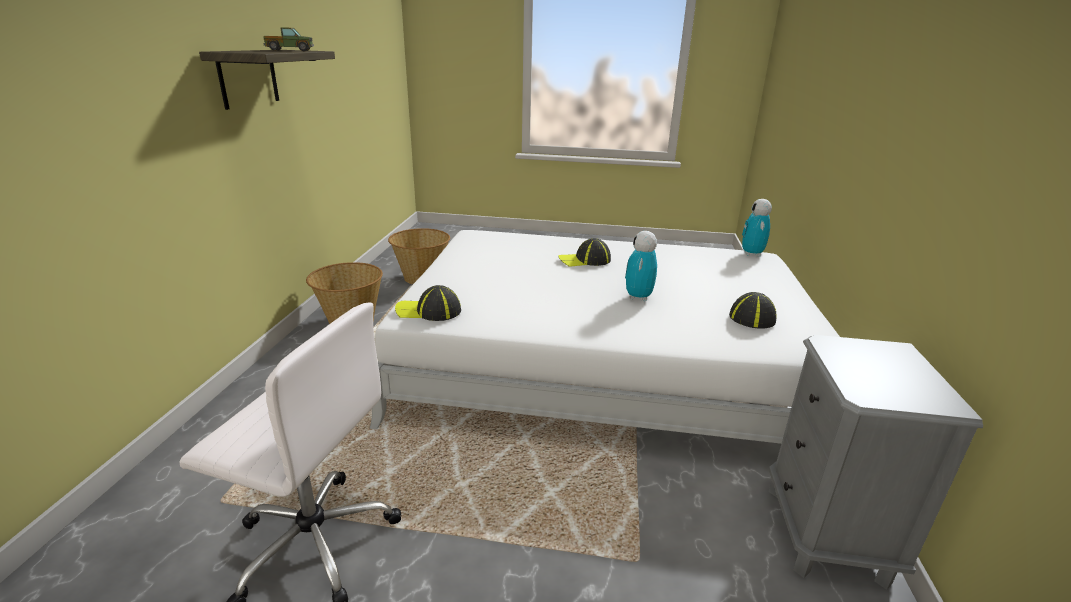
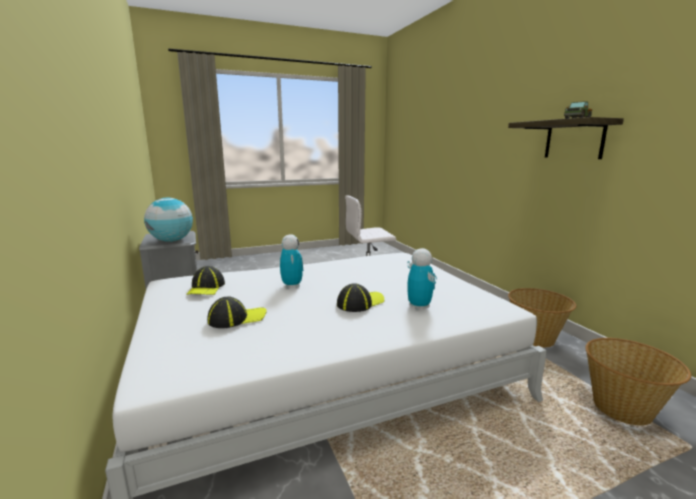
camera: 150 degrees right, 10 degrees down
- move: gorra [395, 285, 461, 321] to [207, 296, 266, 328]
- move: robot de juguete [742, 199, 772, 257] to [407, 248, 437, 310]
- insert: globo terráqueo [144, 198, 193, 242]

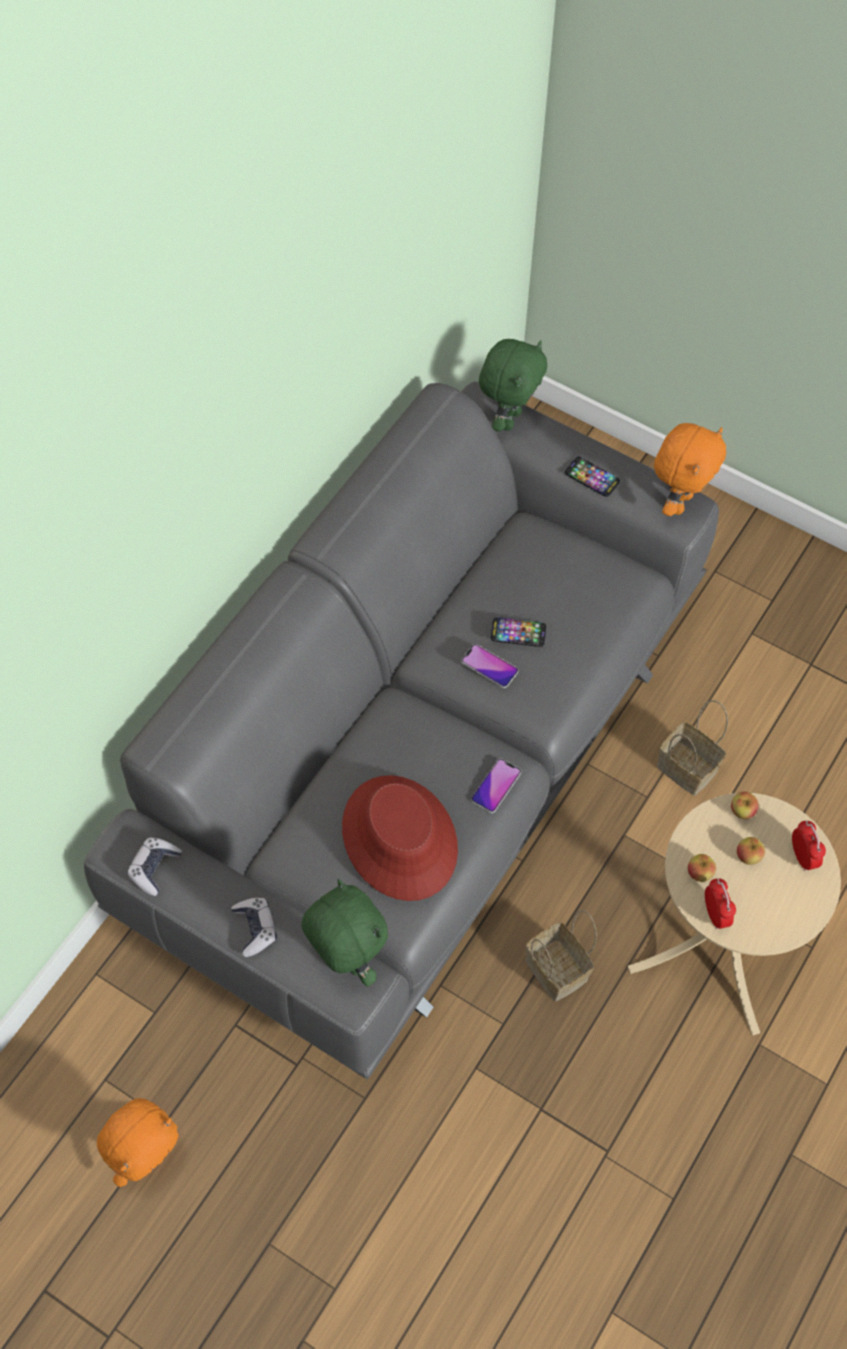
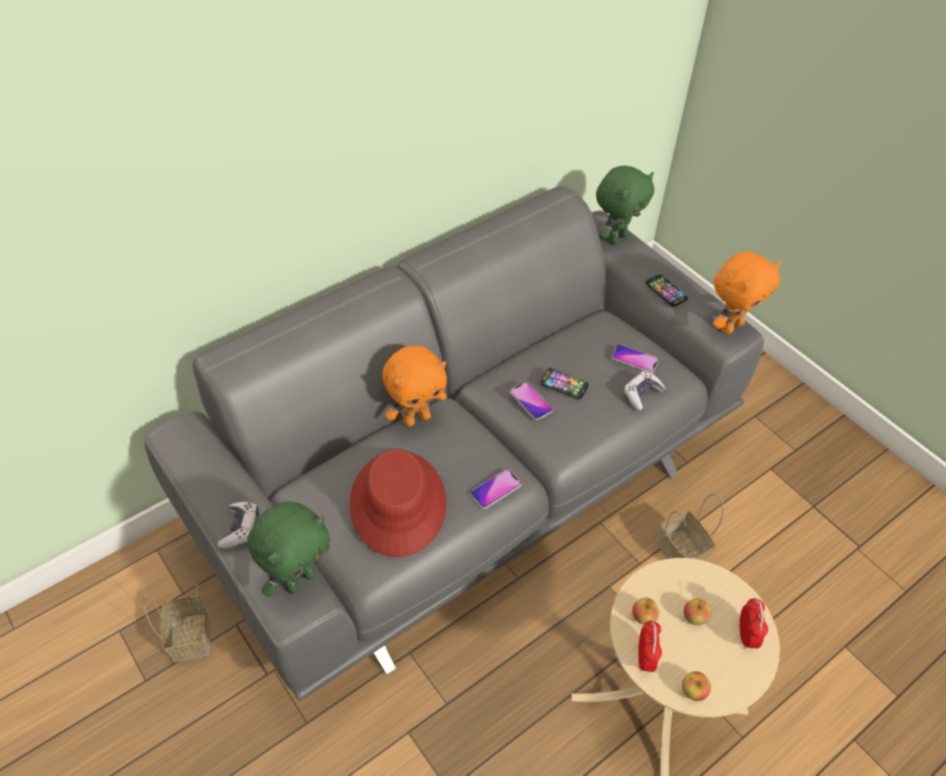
camera: 20 degrees right, 10 degrees down
- move: peluche [naranja] [97, 1098, 179, 1187] to [382, 346, 447, 427]
- move: mando de consola [127, 838, 182, 896] to [623, 371, 666, 411]
- rotate: peluche [verde] [301, 879, 388, 987] = [247, 501, 330, 597] 60 degrees clockwise
- move: cesta [526, 910, 597, 1001] to [143, 584, 210, 663]
- move: manzana [731, 791, 759, 819] to [682, 671, 711, 701]
- insert: móvil [612, 344, 659, 373]

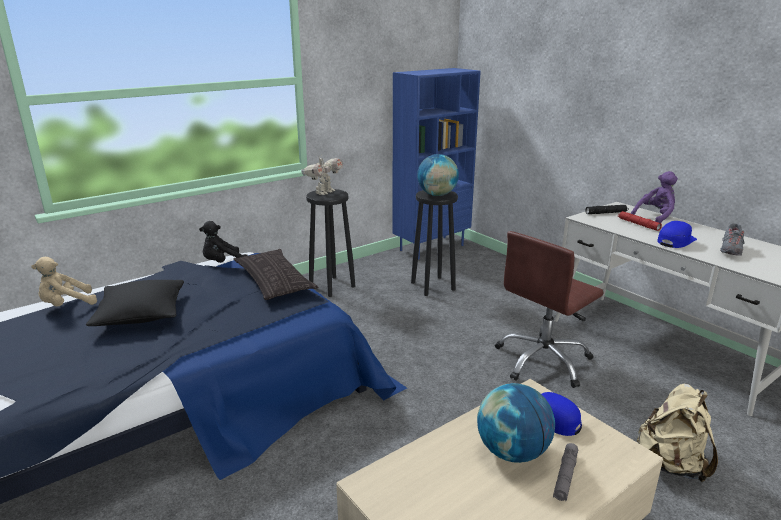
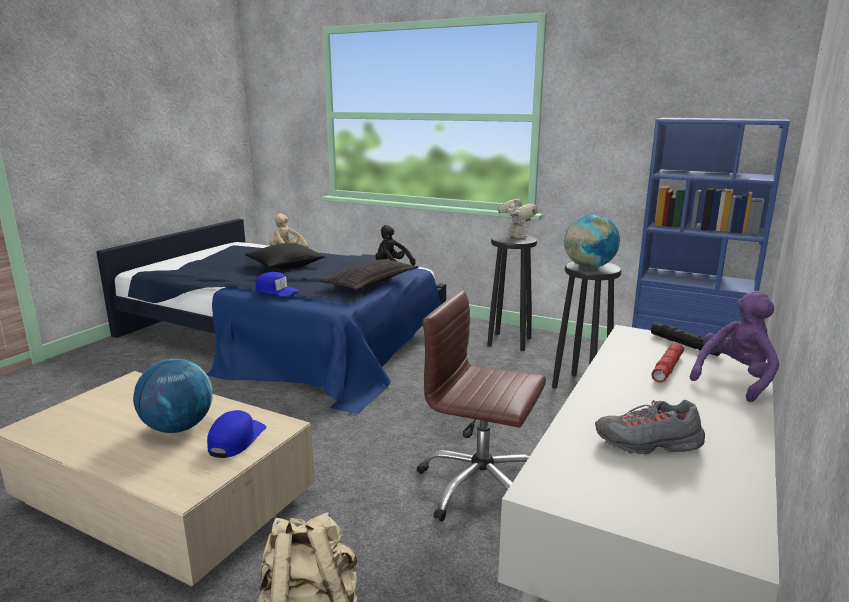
camera: 65 degrees right, 5 degrees down
- rotate: robot de juguete [301, 155, 343, 195] = [497, 196, 538, 239] 120 degrees counterclockwise
- delete: linterna [gris] [553, 443, 578, 501]
- rotate: peluche [morado] [631, 171, 678, 223] = [690, 291, 779, 402] 75 degrees counterclockwise
- move: gorra [azul] [657, 221, 697, 248] to [255, 272, 299, 296]

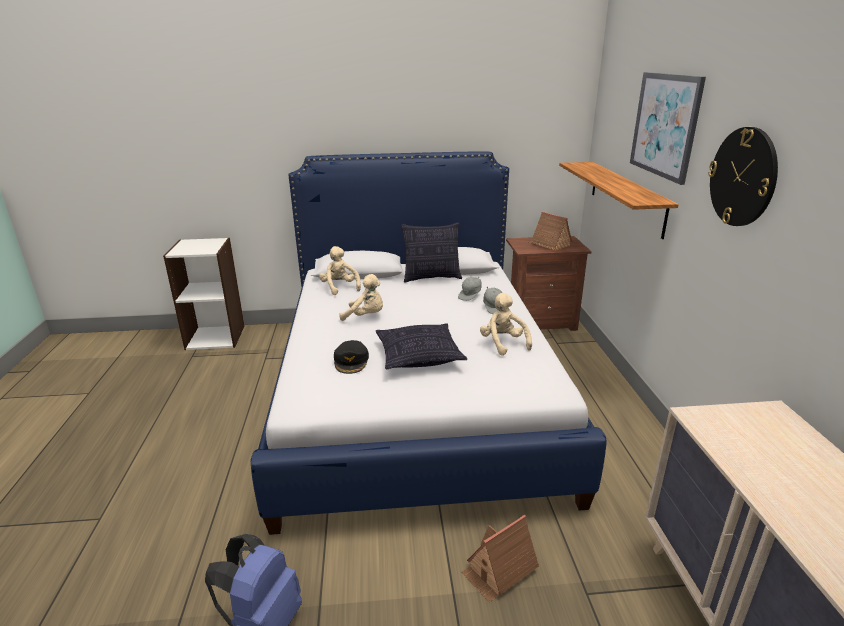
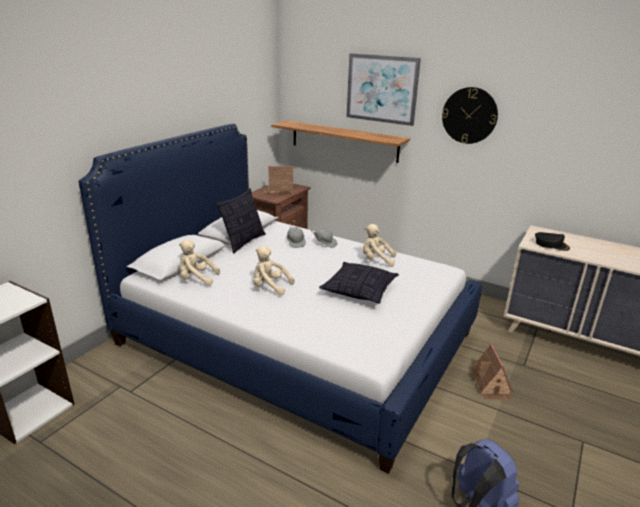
camera: 55 degrees left, 0 degrees up
- move: gorra [negro] [334, 340, 369, 374] to [535, 232, 570, 251]
- rotate: peluche [beis] [339, 274, 383, 321] = [254, 246, 294, 296] 120 degrees counterclockwise

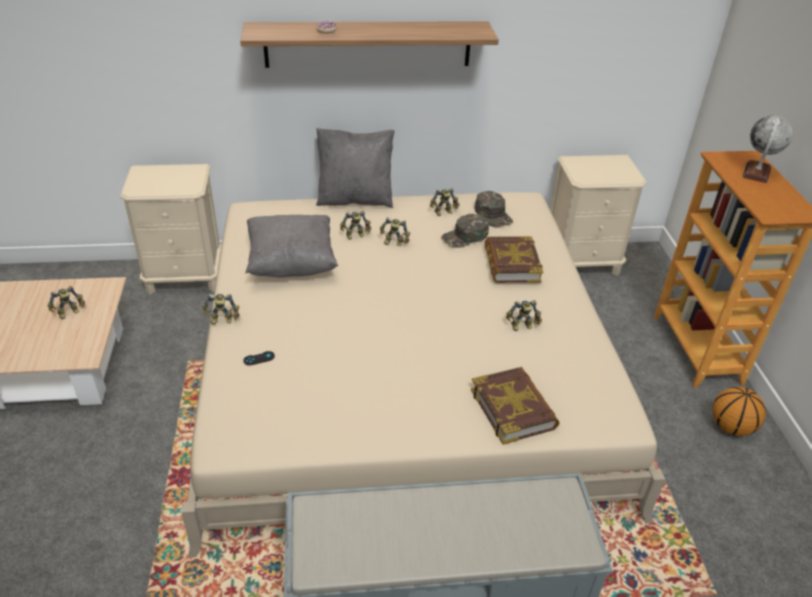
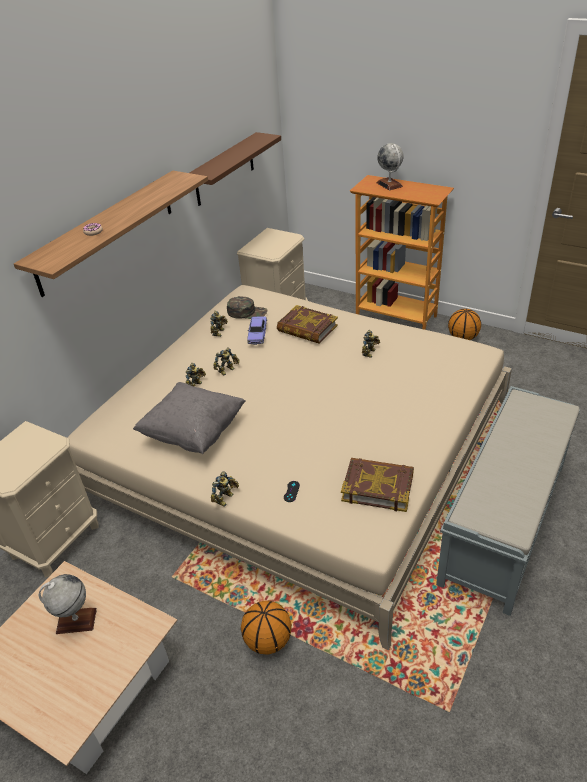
camera: 50 degrees left, 0 degrees up
- replace: robot de juguete [48, 286, 85, 319] to globo terráqueo [39, 574, 97, 634]
- delete: cojín [gris] [316, 128, 395, 208]
- replace: gorra [verde] [441, 214, 489, 248] to coche de juguete [247, 316, 267, 345]
- move: libro [471, 367, 559, 445] to [341, 458, 414, 512]
- insert: estante [marrón] [190, 132, 281, 206]
- insert: balón de baloncesto [241, 601, 292, 655]

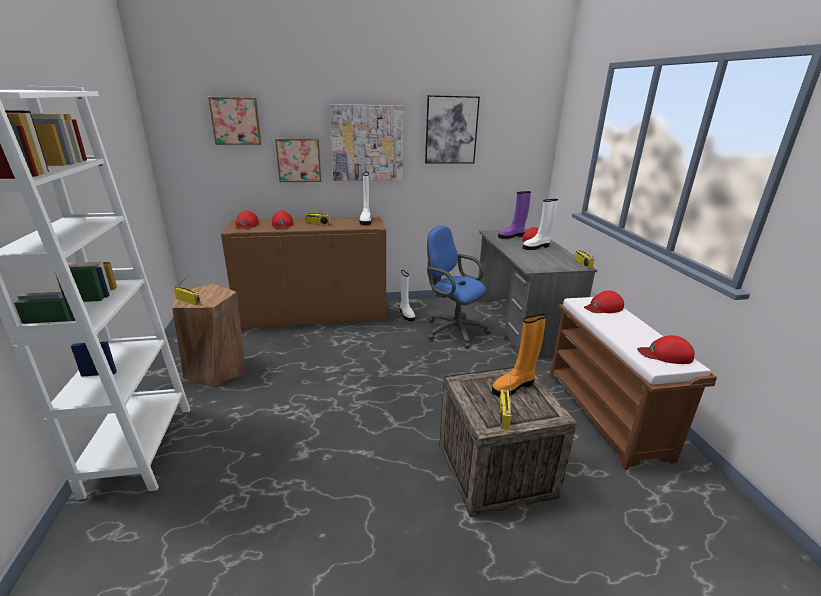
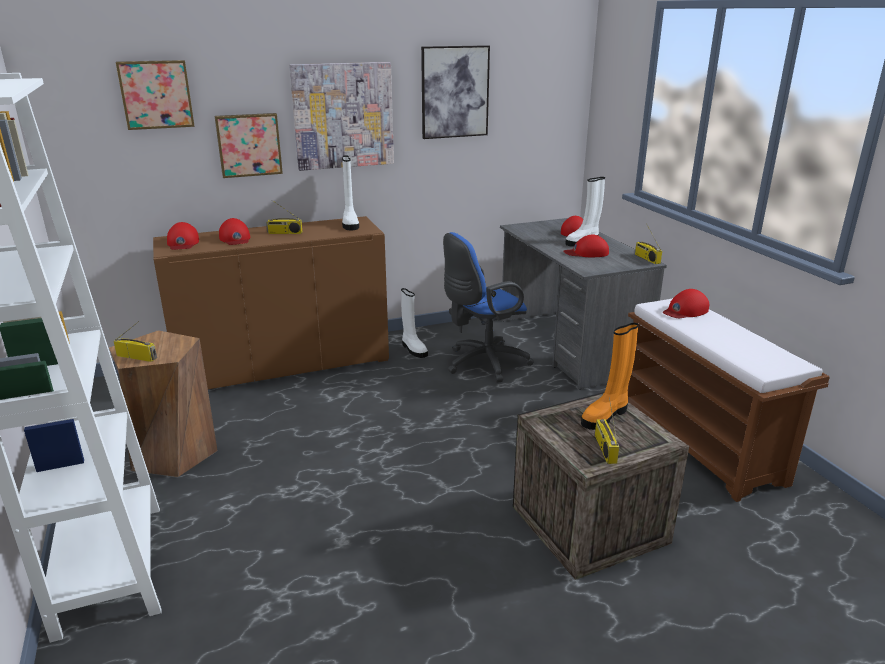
camera: 10 degrees left, 0 degrees up
- rotate: silla de oficina [azul] [427, 225, 491, 349] = [443, 232, 534, 383] 60 degrees counterclockwise
- delete: bota [morado] [498, 191, 531, 239]
- move: gorra [rojo] [637, 335, 695, 364] to [563, 235, 609, 257]

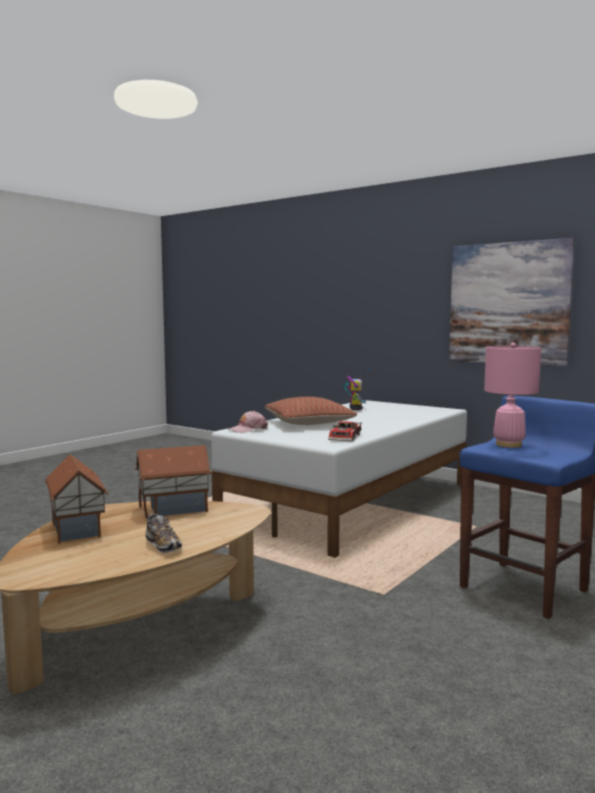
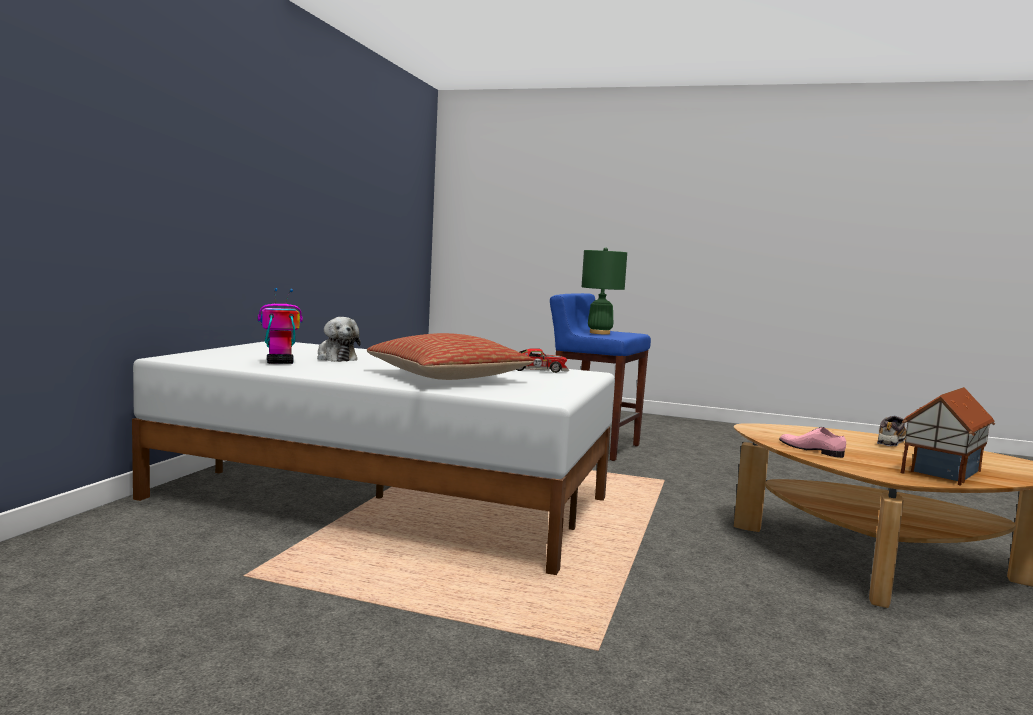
camera: 110 degrees left, 0 degrees up
- replace: casita [135, 445, 211, 519] to zapato [rosa] [779, 427, 846, 458]
- delete: gorra [rosa] [228, 411, 268, 433]
- delete: cuadro [449, 238, 575, 366]
- recolor: lámpara de mesa [rosa] [484, 343, 541, 448] to lámpara de mesa [verde] [582, 248, 627, 335]
- insert: peluche [317, 317, 361, 362]

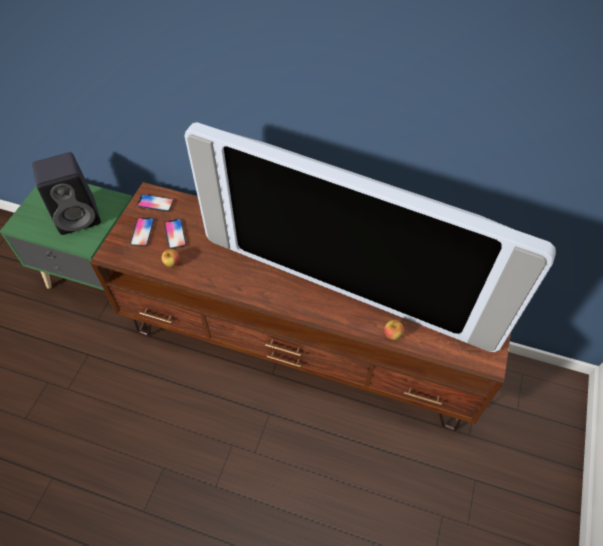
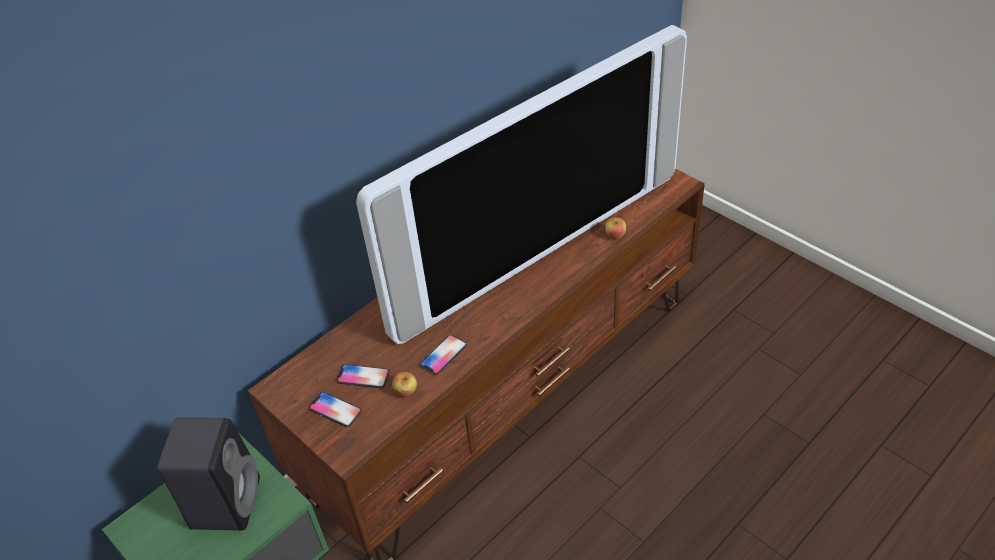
camera: 60 degrees left, 10 degrees down
- move: móvil [136, 194, 174, 212] to [420, 335, 467, 375]

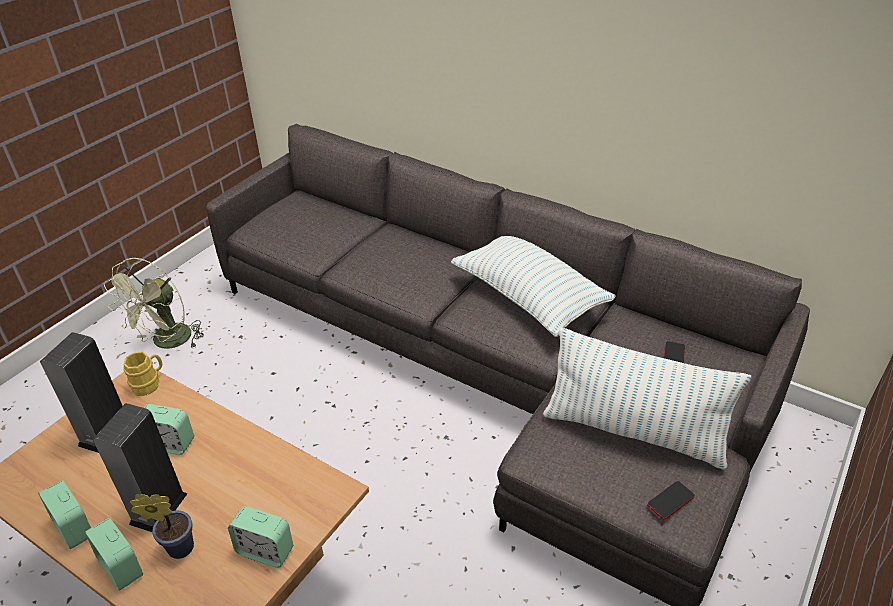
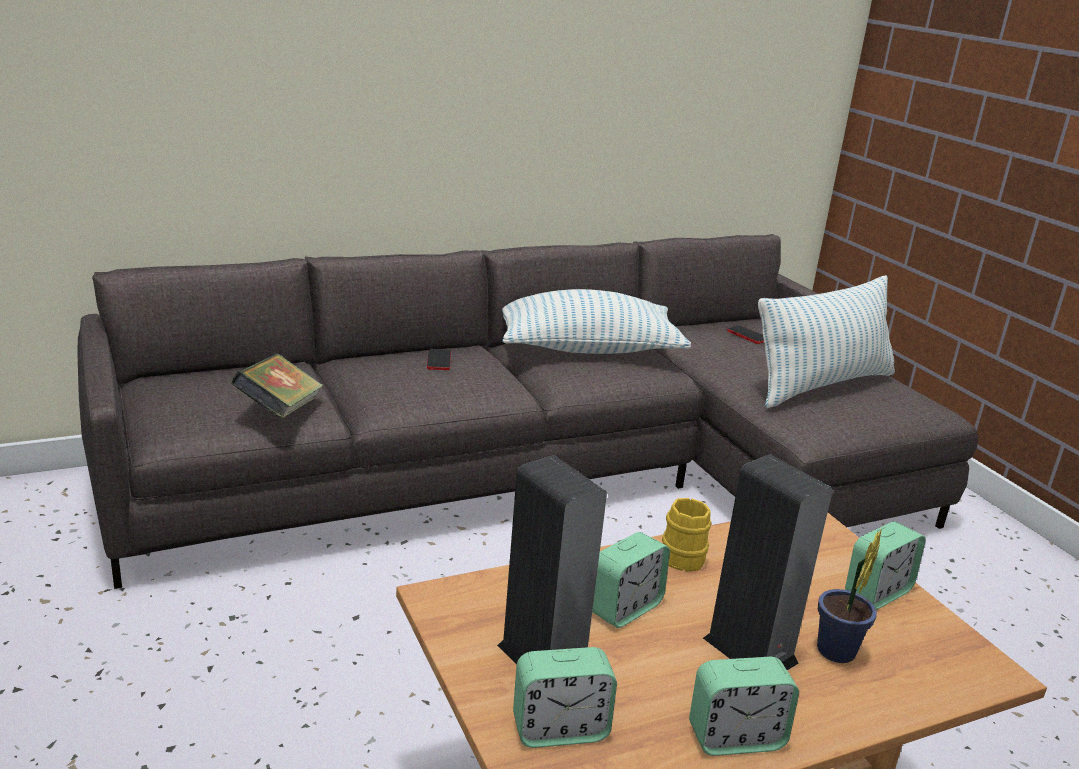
camera: 60 degrees left, 15 degrees down
- move: despertador [85, 518, 143, 591] to [513, 647, 617, 748]
- delete: ventilador [verde] [104, 258, 204, 349]
- move: taza grande [amarillo] [123, 352, 162, 396] to [662, 498, 712, 572]
- move: móvil [647, 481, 695, 520] to [427, 349, 451, 370]
- insert: libro [231, 354, 323, 419]

